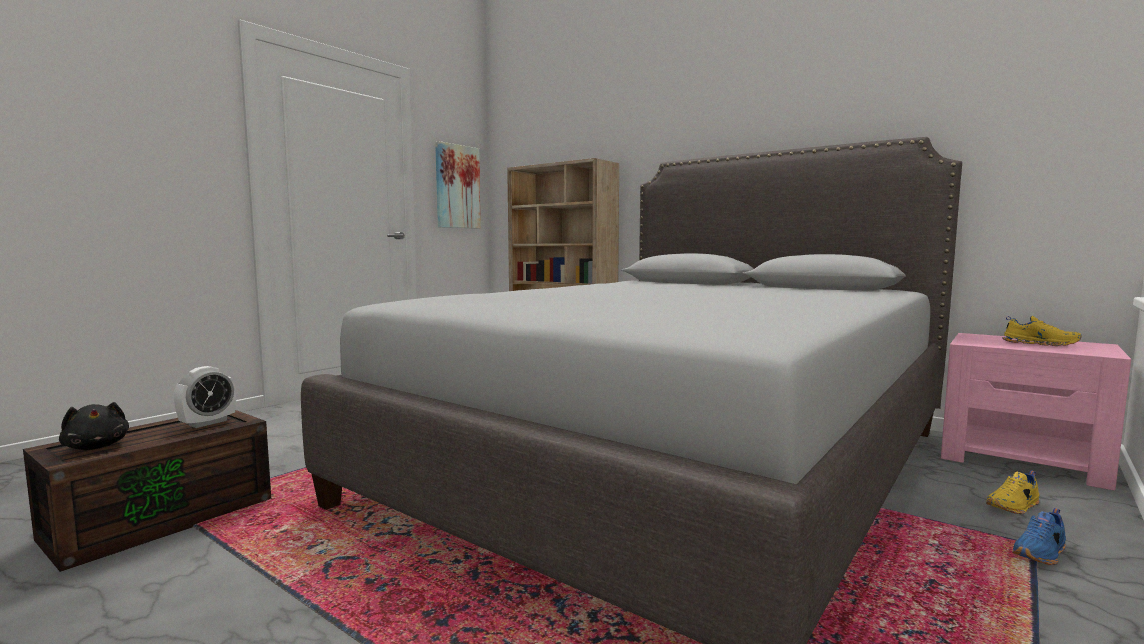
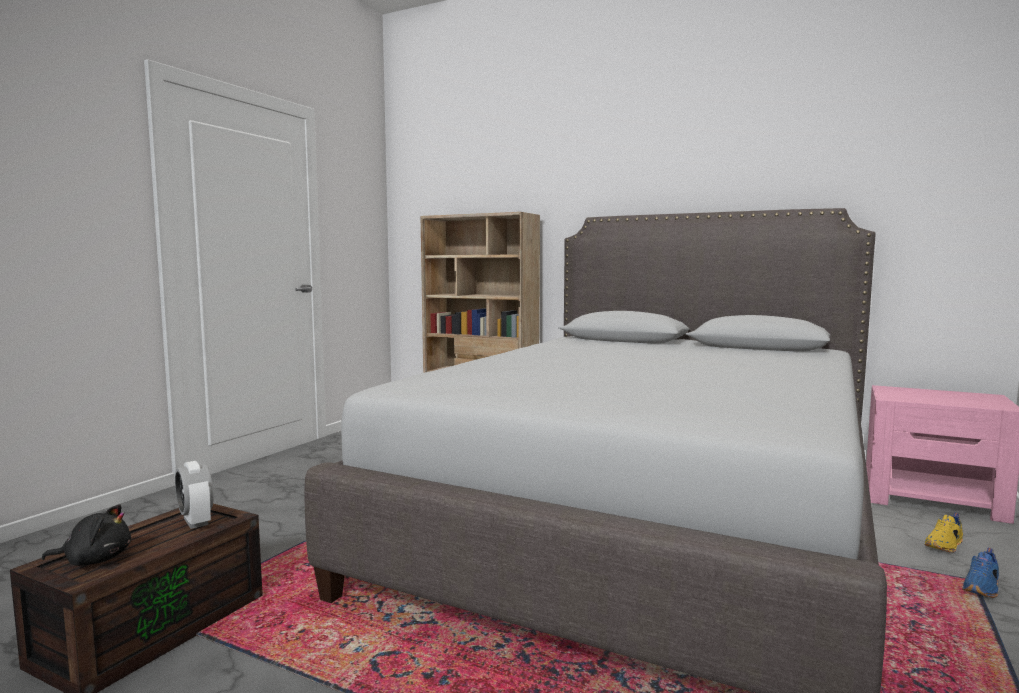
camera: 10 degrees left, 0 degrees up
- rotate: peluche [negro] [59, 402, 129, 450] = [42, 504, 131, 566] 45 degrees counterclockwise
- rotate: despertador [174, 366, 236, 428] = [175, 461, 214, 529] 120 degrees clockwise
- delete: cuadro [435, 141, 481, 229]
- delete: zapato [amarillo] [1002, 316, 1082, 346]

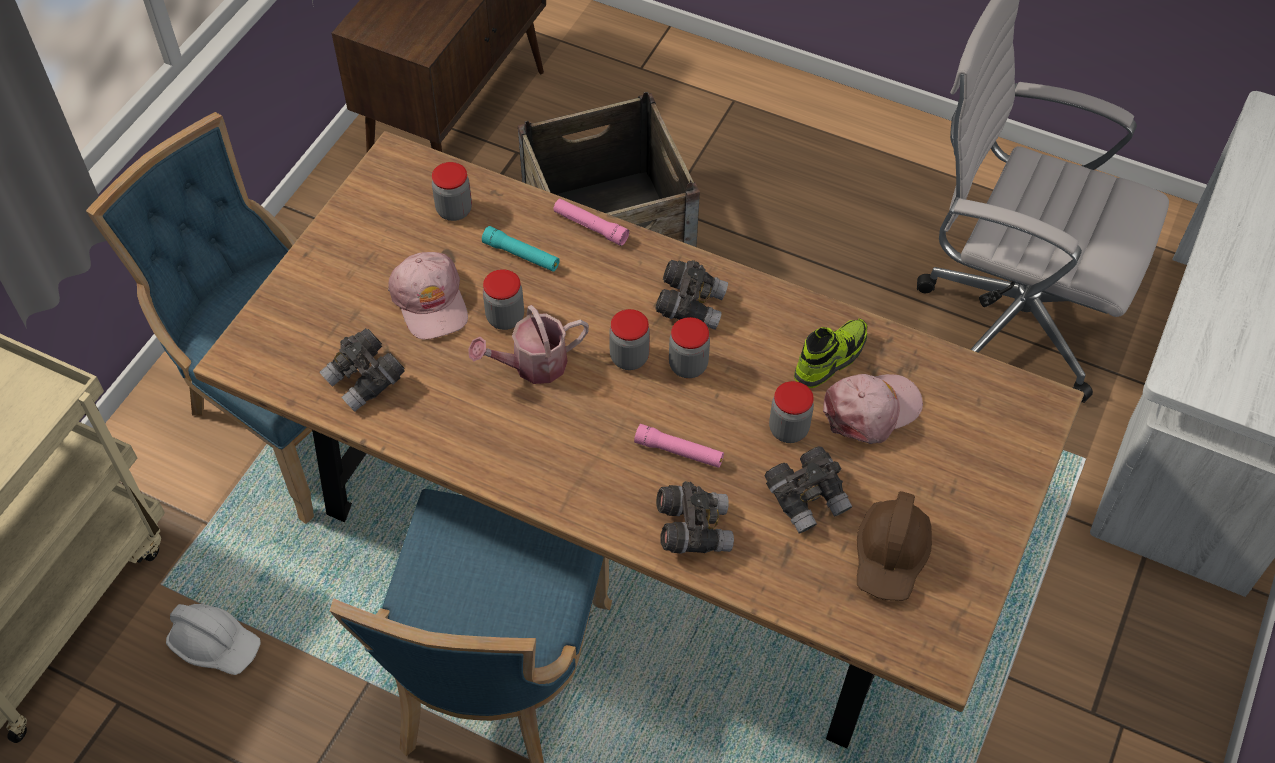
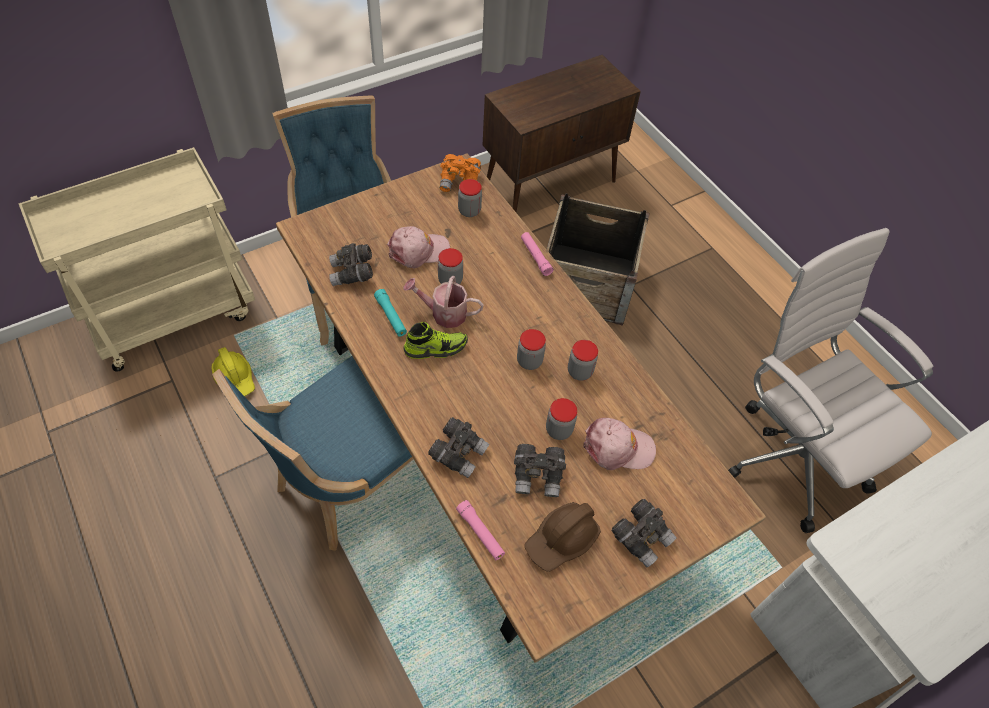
camera: 30 degrees right, 0 degrees up
- recolor: casco [blanco] [166, 604, 261, 675] to casco [amarillo] [211, 347, 255, 396]
- rotate: gorra [rosa] [388, 252, 468, 340] = [387, 226, 450, 268] 120 degrees counterclockwise
- move: linterna [turquesa] [482, 226, 560, 272] to [374, 289, 407, 337]
- move: tarro [609, 309, 650, 370] to [568, 340, 598, 381]
- move: linterna [rosa] [634, 424, 724, 468] to [456, 500, 505, 560]
- move: prismáticos [gris] [656, 260, 728, 330] to [612, 499, 677, 567]
- move: zapato [794, 319, 868, 388] to [404, 322, 468, 359]
- insert: prismáticos [naranja] [440, 154, 481, 192]

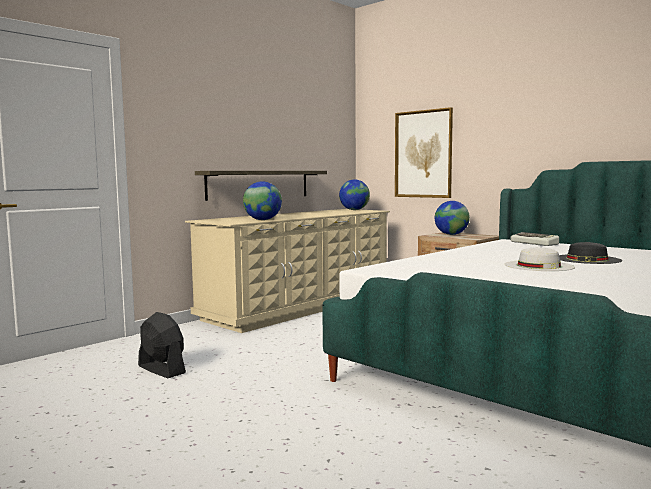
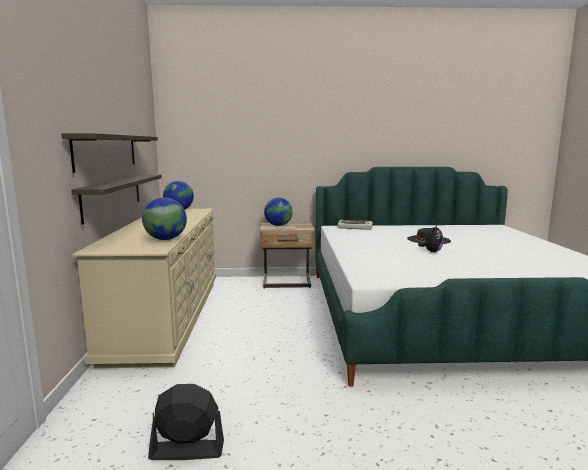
camera: 45 degrees left, 5 degrees up
- delete: cuadro [395, 107, 453, 198]
- replace: sombrero [blanco] [504, 247, 575, 271] to peluche [418, 225, 443, 252]
- insert: estante [61, 133, 158, 173]

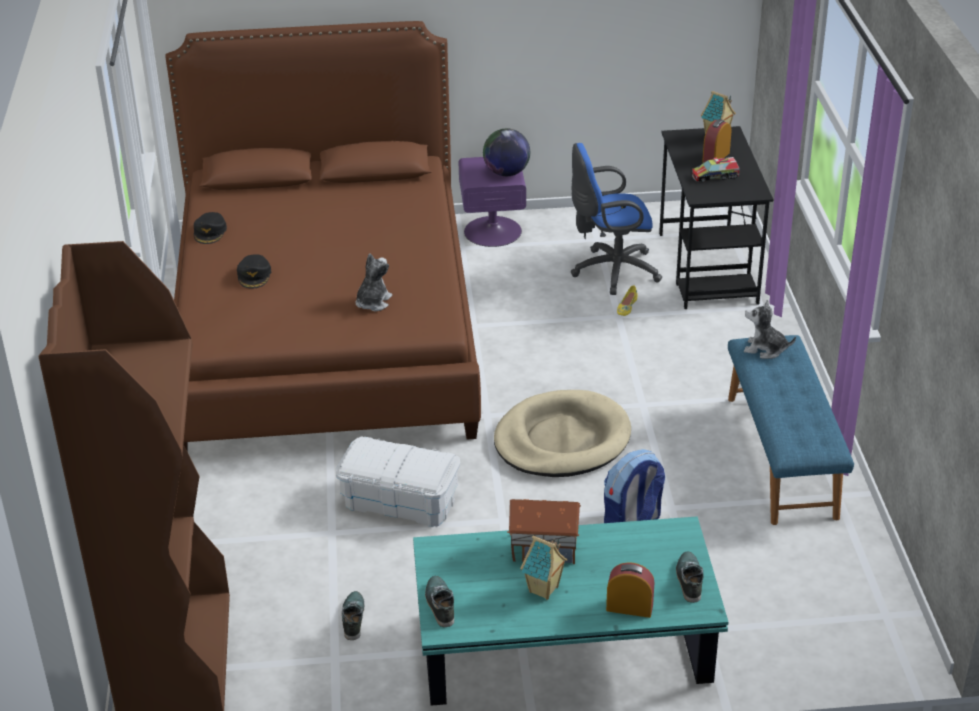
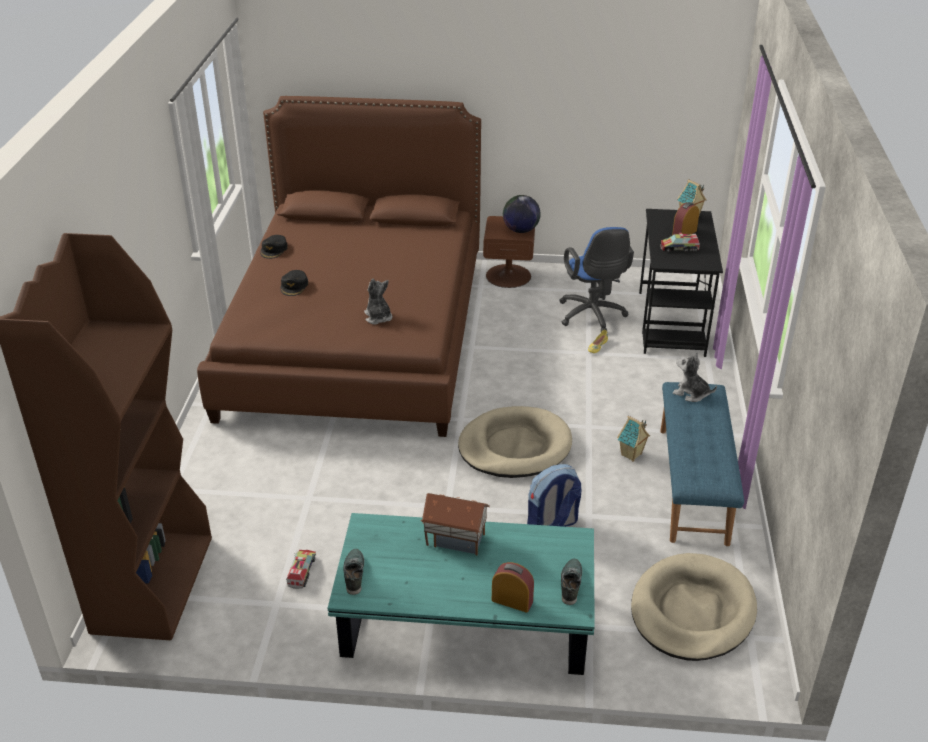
camera: 10 degrees right, 0 degrees up
- delete: caja de almacenaje [blanco] [336, 436, 460, 527]
- replace: zapato [342, 591, 365, 640] to camión de juguete [286, 550, 316, 589]
- rotate: peluche [355, 253, 392, 311] = [364, 279, 393, 324] 60 degrees counterclockwise
- recolor: mesita de noche [morado] [458, 157, 526, 247] to mesita de noche [marrón] [483, 216, 535, 288]
- move: casita [520, 536, 567, 600] to [617, 416, 650, 462]
- rotate: silla de oficina [azul] [571, 143, 662, 295] = [559, 227, 634, 332] 105 degrees counterclockwise
- insert: cama para perro [beis] [631, 553, 757, 661]

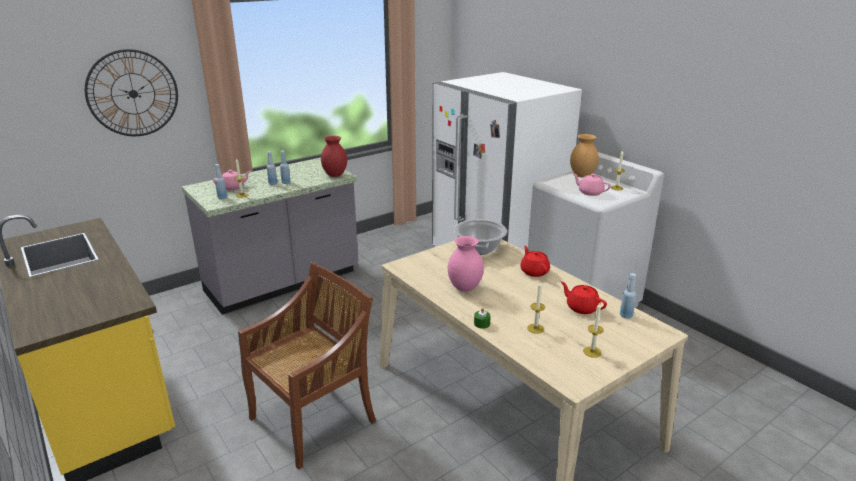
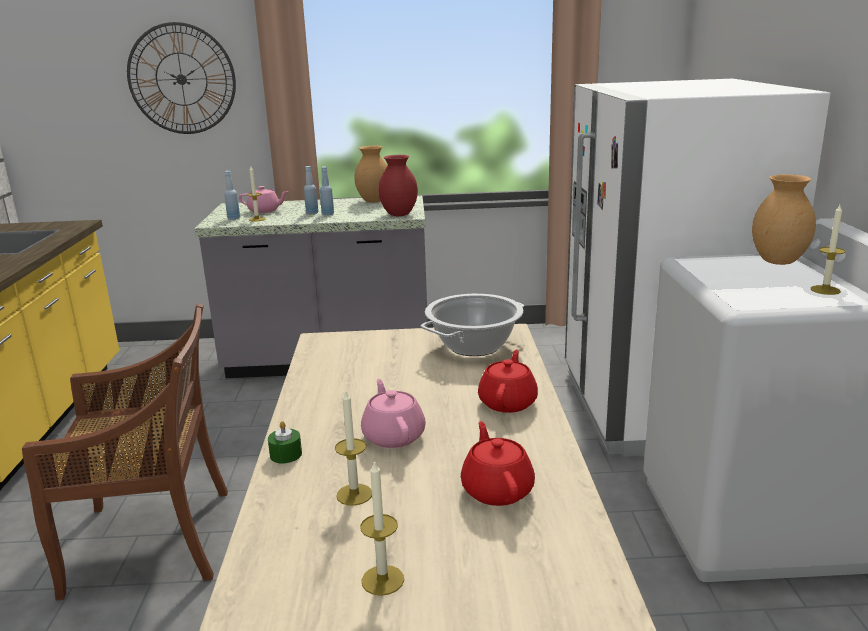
camera: 35 degrees right, 5 degrees down
- delete: florero [rosa] [448, 236, 484, 292]
- move: tetera [rosa] [573, 174, 611, 196] to [361, 379, 426, 448]
- delete: botella [azul] [620, 273, 636, 319]
- insert: florero [marrón] [354, 146, 387, 202]

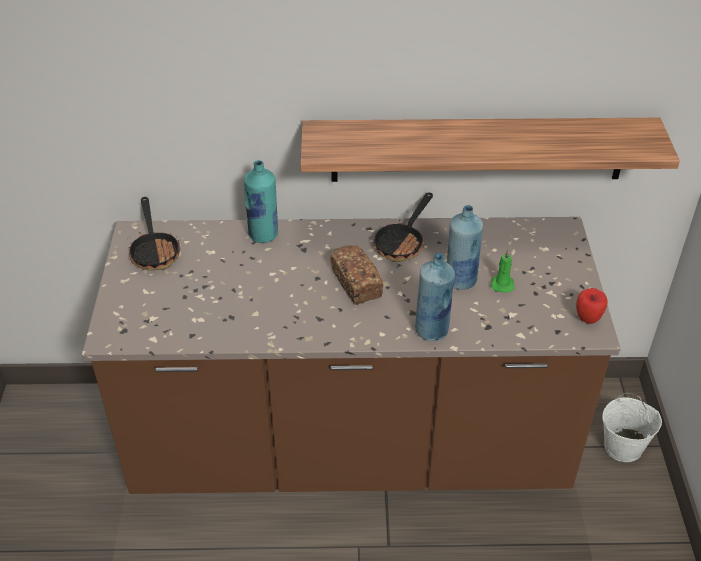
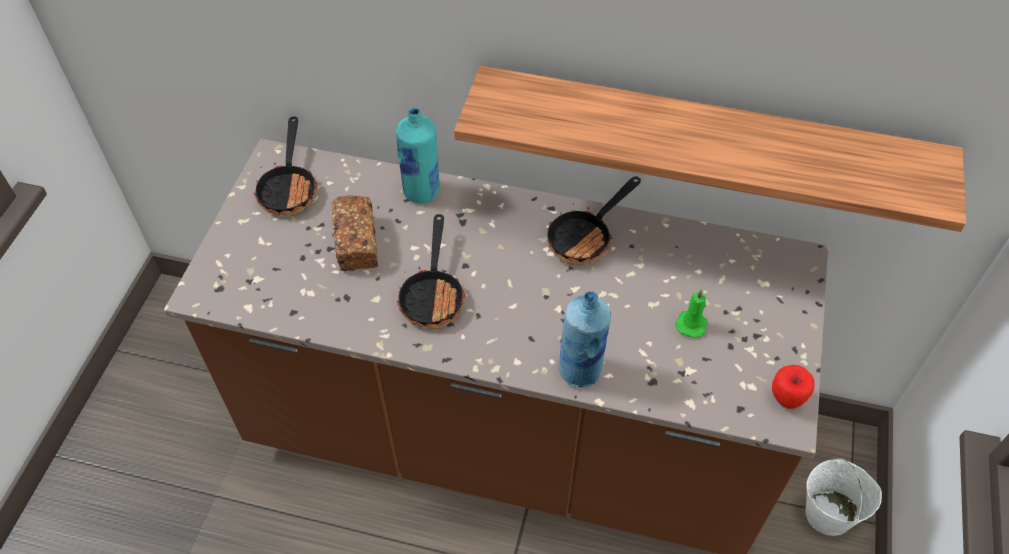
camera: 15 degrees right, 10 degrees up
- move: pan [330, 245, 383, 305] to [331, 195, 378, 271]
- delete: botella [azul] [447, 205, 483, 290]
- insert: sartén [397, 214, 465, 329]

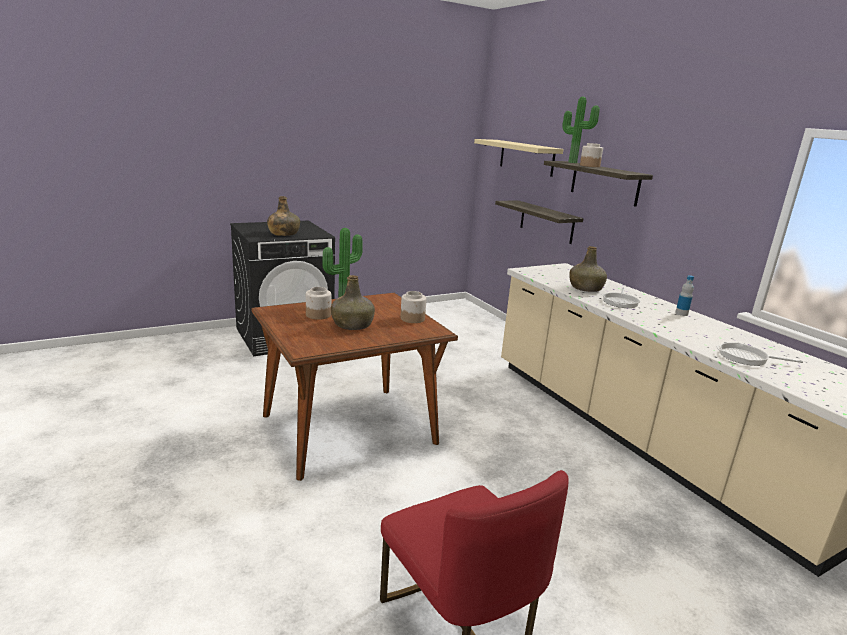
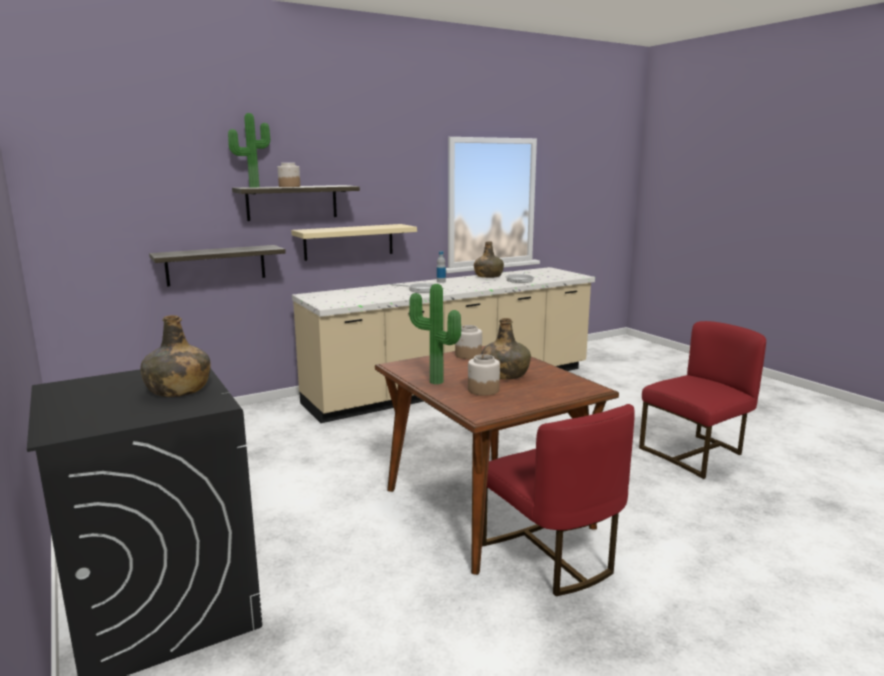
camera: 90 degrees left, 5 degrees down
- move: estante [beis] [474, 139, 563, 177] to [291, 224, 417, 261]
- move: botella [verde] [569, 246, 607, 292] to [474, 241, 504, 278]
- insert: silla [rojo] [482, 404, 635, 596]

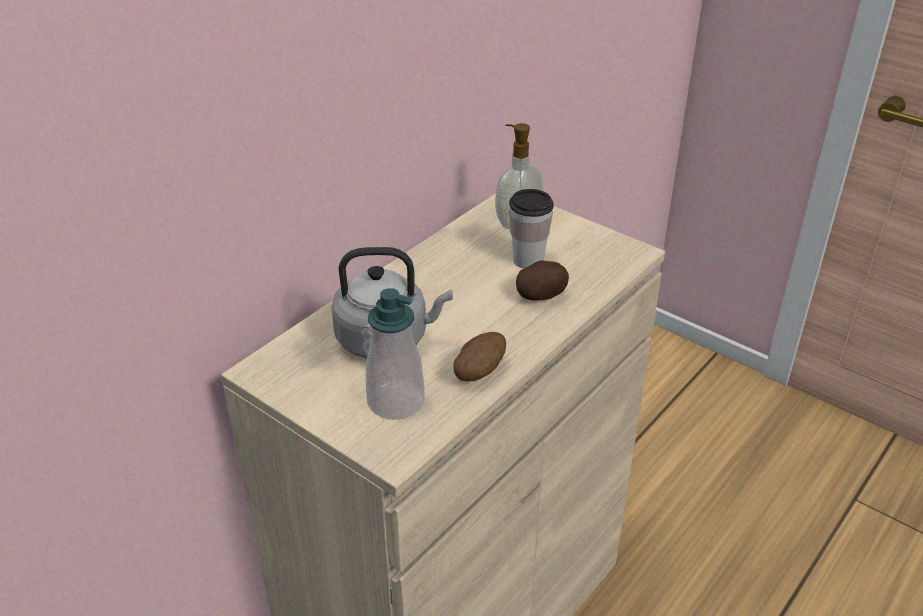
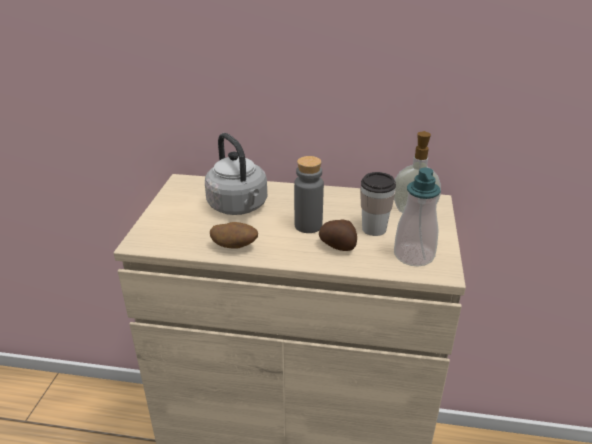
camera: 60 degrees right, 5 degrees down
- move: dispensador de jabón [366, 288, 425, 420] to [394, 168, 441, 267]
- insert: botella [gris] [294, 156, 324, 233]

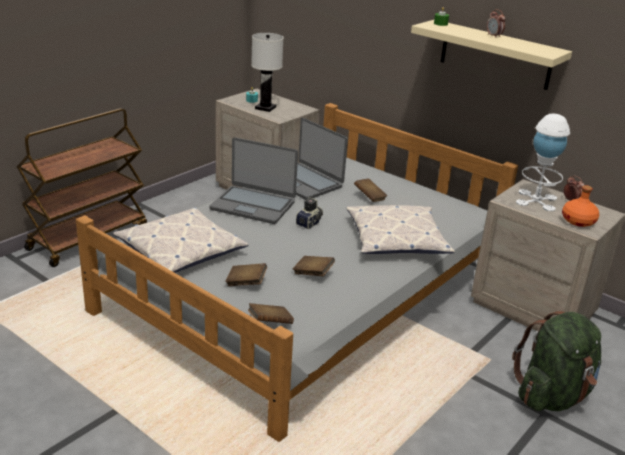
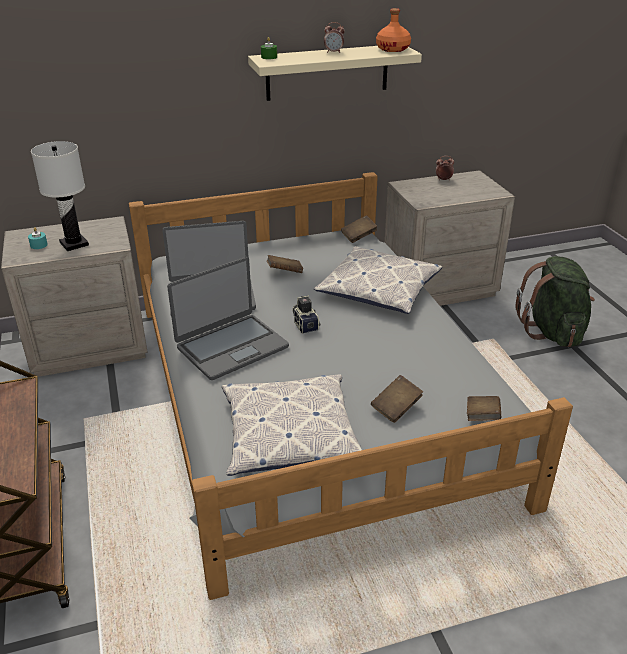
camera: 55 degrees left, 5 degrees up
- move: libro [marrón] [293, 256, 335, 276] to [341, 215, 378, 243]
- delete: lámpara de mesa [blanco] [516, 114, 570, 211]
- move: botella [naranja] [562, 185, 599, 227] to [376, 8, 411, 52]

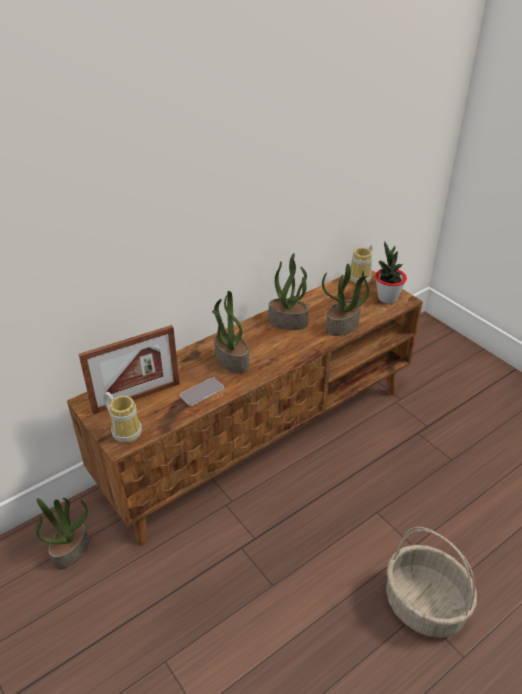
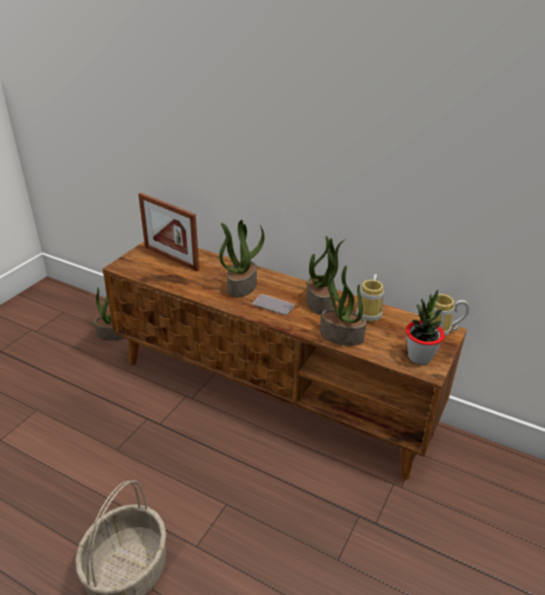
camera: 65 degrees right, 5 degrees down
- move: taza grande [103, 392, 142, 443] to [356, 274, 384, 322]
- move: móvil [180, 377, 224, 406] to [253, 294, 294, 315]

